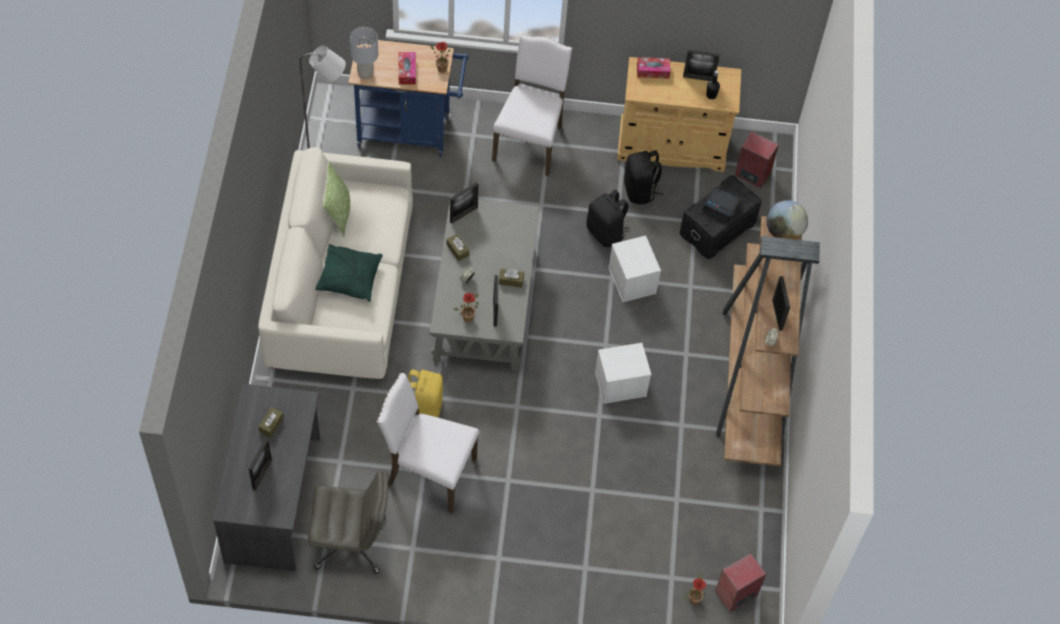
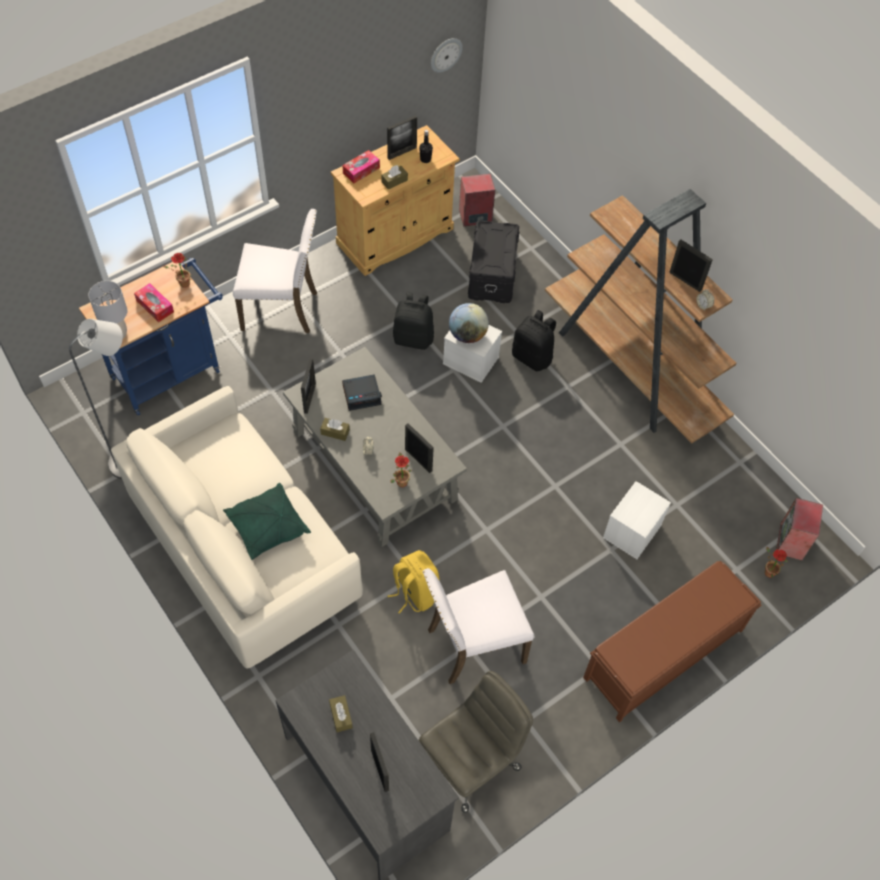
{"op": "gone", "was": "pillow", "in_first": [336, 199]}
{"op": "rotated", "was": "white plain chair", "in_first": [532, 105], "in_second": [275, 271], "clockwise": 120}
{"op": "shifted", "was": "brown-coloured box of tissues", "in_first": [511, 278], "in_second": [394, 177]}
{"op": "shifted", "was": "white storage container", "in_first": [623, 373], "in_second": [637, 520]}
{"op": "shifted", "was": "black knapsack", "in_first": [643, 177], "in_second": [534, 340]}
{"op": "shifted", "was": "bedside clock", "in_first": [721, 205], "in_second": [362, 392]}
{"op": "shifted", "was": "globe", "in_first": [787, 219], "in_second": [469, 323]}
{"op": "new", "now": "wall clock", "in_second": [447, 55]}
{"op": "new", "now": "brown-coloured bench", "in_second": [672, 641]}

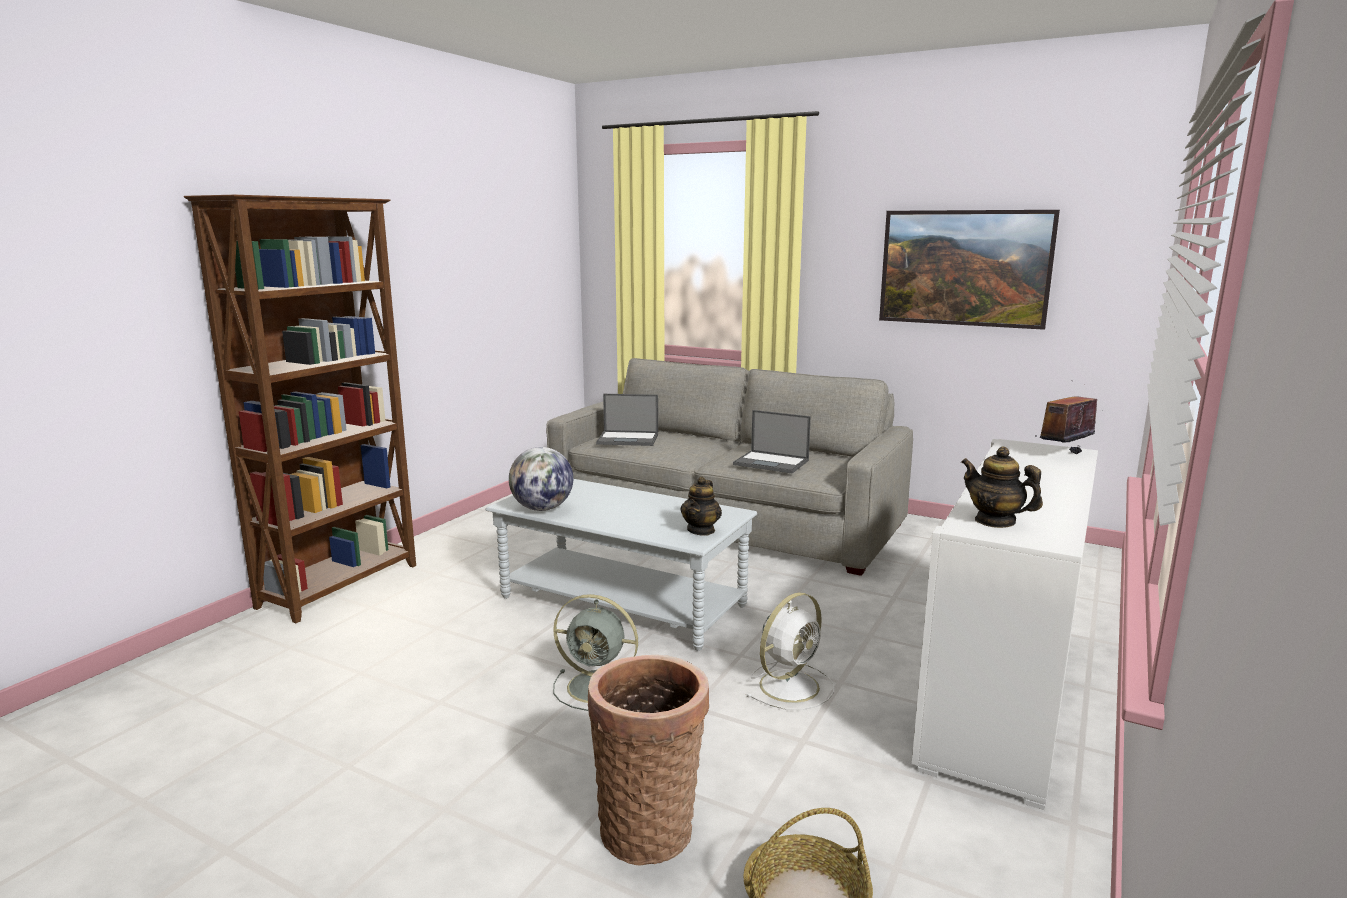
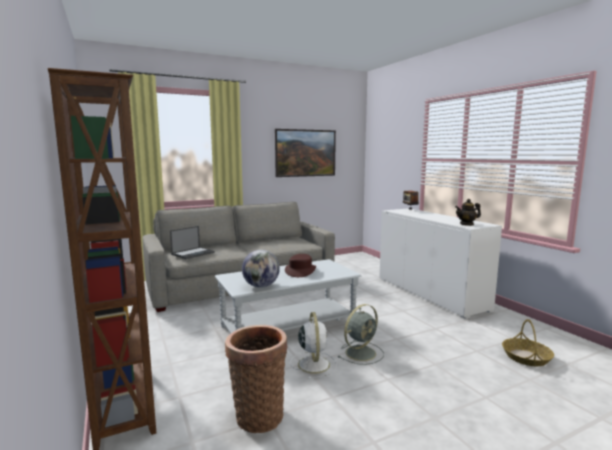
{"op": "shifted", "was": "storage basket", "in_first": [648, 760], "in_second": [256, 379]}
{"op": "gone", "was": "pot for tea", "in_first": [701, 505]}
{"op": "gone", "was": "notebook computer", "in_first": [772, 442]}
{"op": "shifted", "was": "white fan", "in_first": [790, 651], "in_second": [313, 345]}
{"op": "new", "now": "brown-coloured wearable hat", "in_second": [300, 265]}

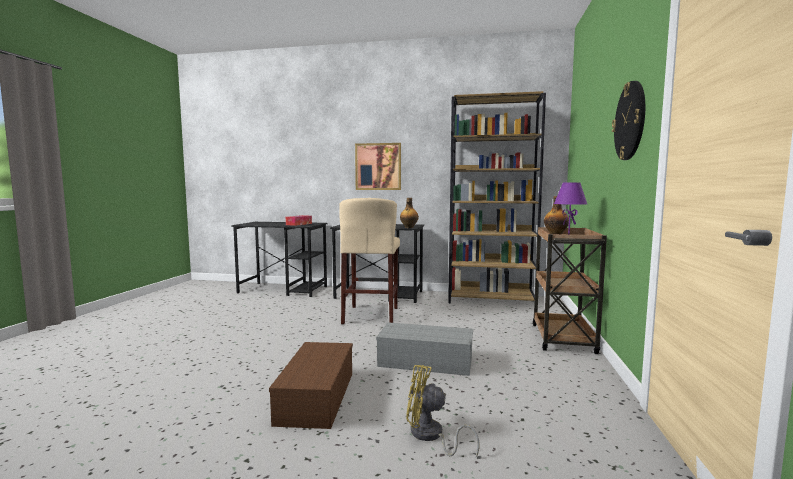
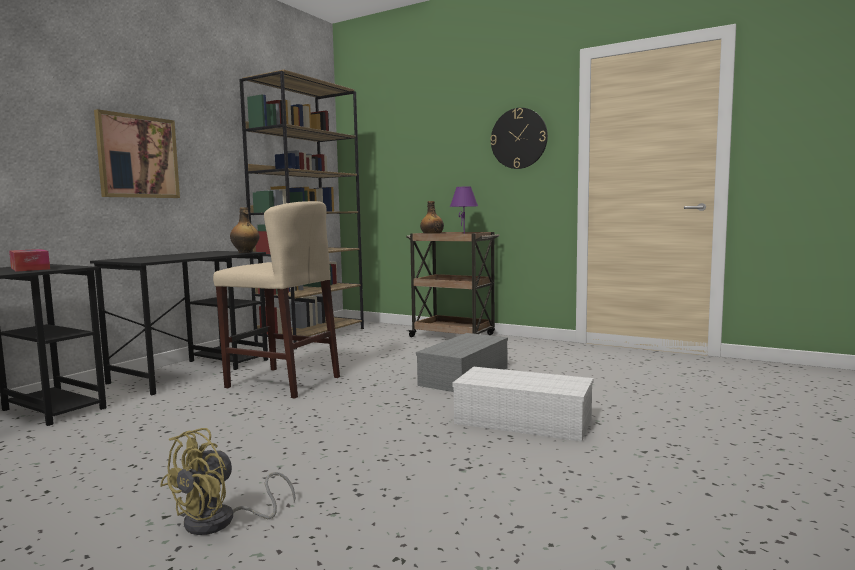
{"op": "repainted", "was": "brown-coloured storage container", "now": "white storage container", "in_first": [311, 385], "in_second": [522, 404]}
{"op": "shifted", "was": "yellow-coloured fan", "in_first": [442, 411], "in_second": [227, 481]}

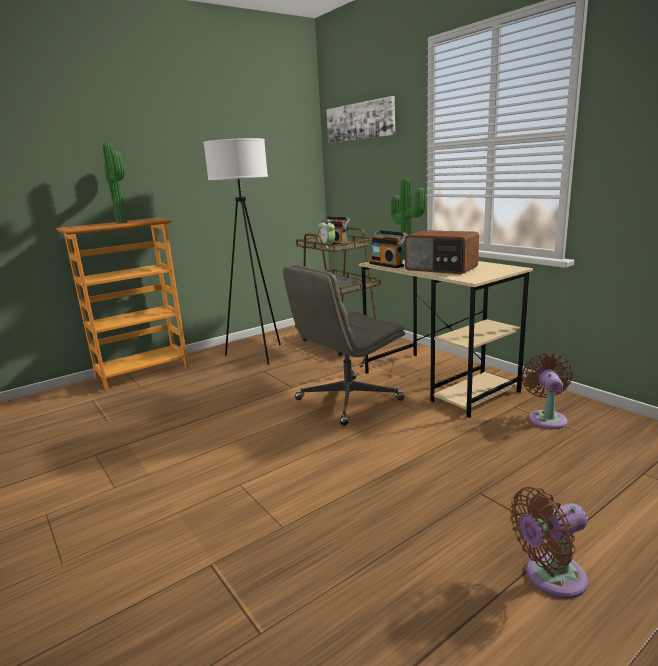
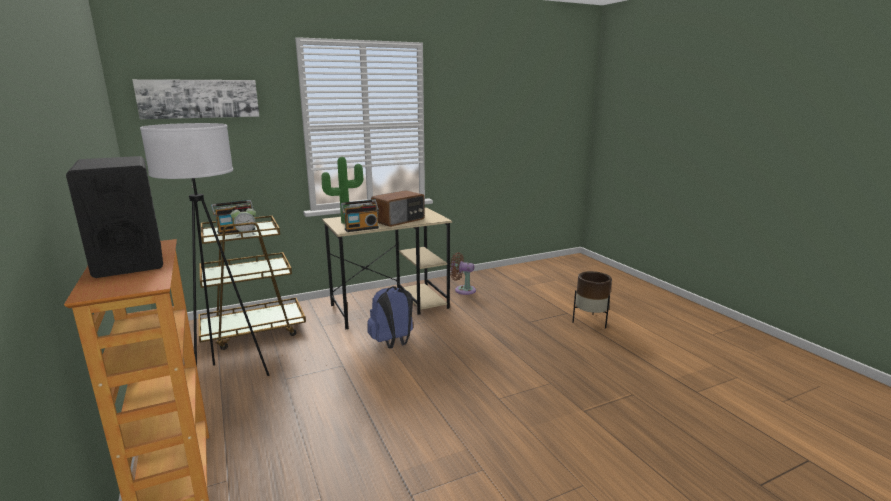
{"op": "swapped", "was": "potted plant", "now": "black speaker", "in_first": [114, 182], "in_second": [114, 217]}
{"op": "swapped", "was": "greyish desk chair", "now": "bluish knapsack", "in_first": [344, 345], "in_second": [390, 317]}
{"op": "swapped", "was": "brown-coloured fan", "now": "brown-coloured plant pot", "in_first": [549, 543], "in_second": [592, 300]}

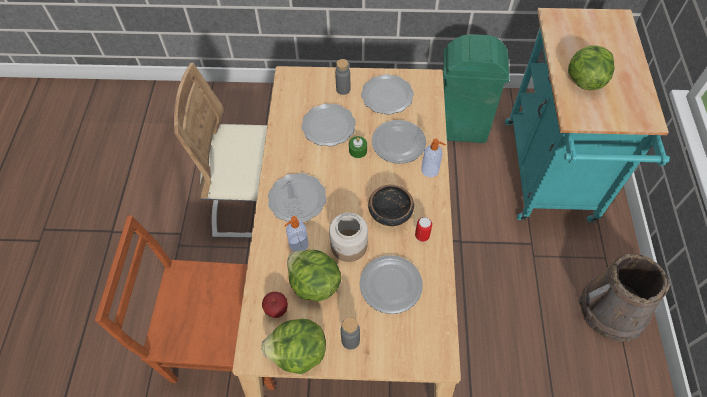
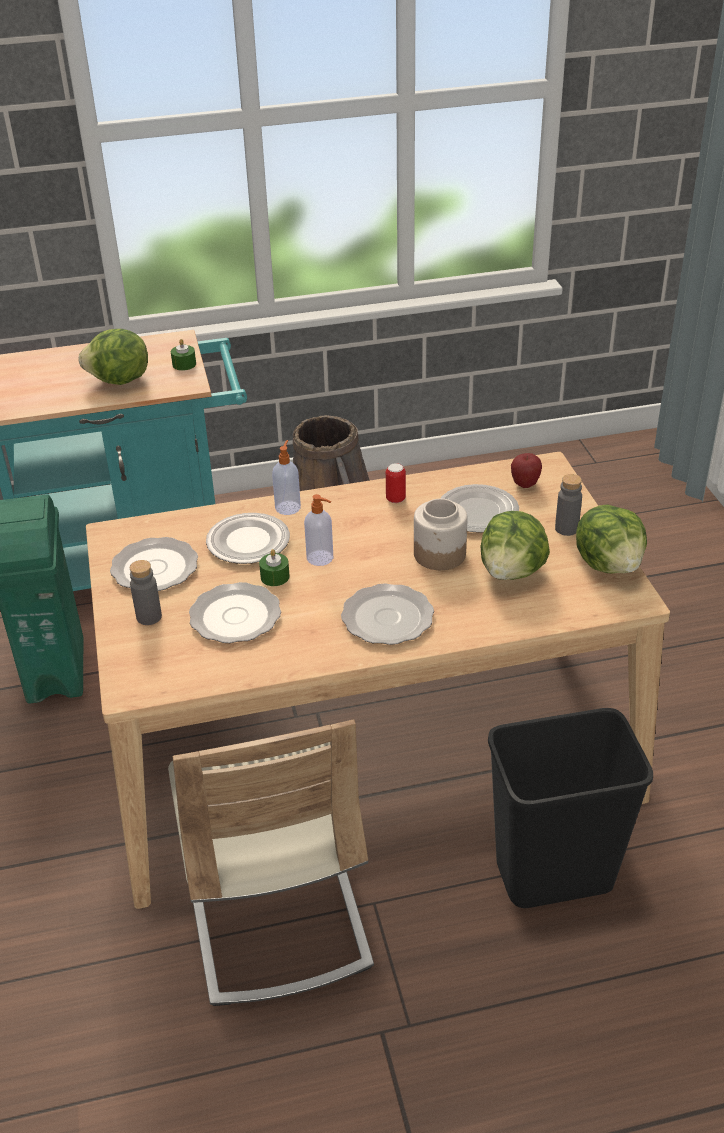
{"op": "swapped", "was": "brown-coloured plain chair", "now": "black trash can", "in_first": [185, 302], "in_second": [570, 808]}
{"op": "shifted", "was": "apple", "in_first": [275, 304], "in_second": [526, 470]}
{"op": "shifted", "was": "soap dispenser", "in_first": [296, 234], "in_second": [318, 530]}
{"op": "gone", "was": "bowl", "in_first": [391, 205]}
{"op": "new", "now": "green wax light", "in_second": [183, 355]}

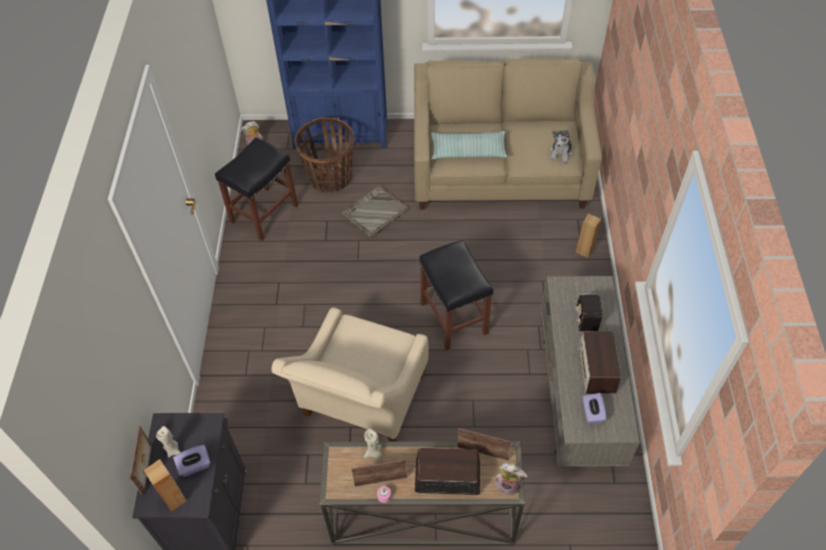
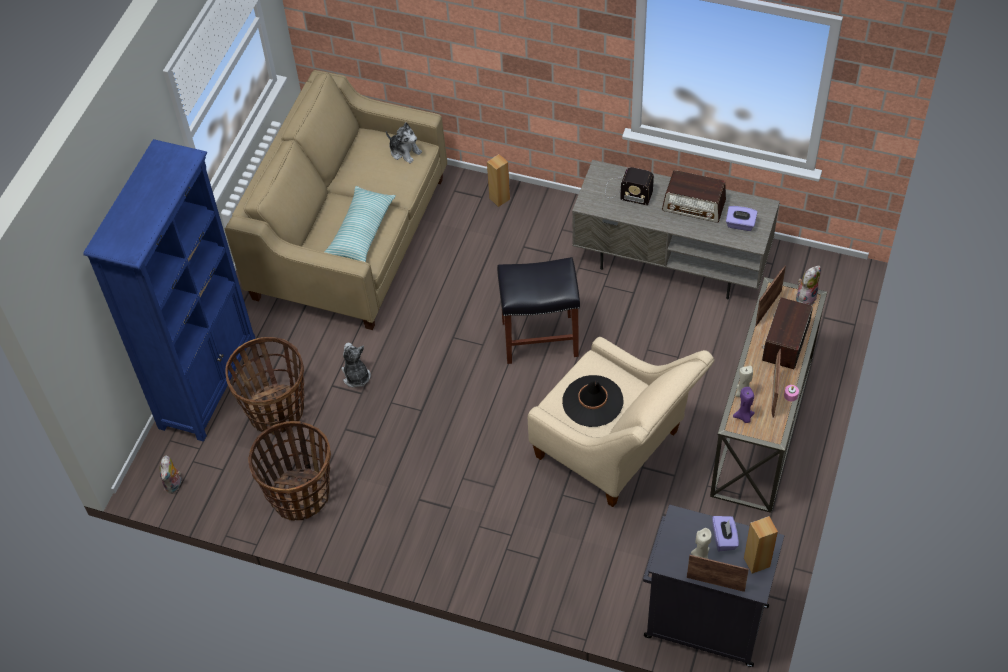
{"op": "swapped", "was": "black sitting stool", "now": "storage basket", "in_first": [256, 189], "in_second": [289, 471]}
{"op": "swapped", "was": "greyish carrying tray", "now": "plush toy", "in_first": [375, 212], "in_second": [356, 365]}
{"op": "new", "now": "black wearable hat", "in_second": [593, 401]}
{"op": "new", "now": "purplish wax light", "in_second": [744, 405]}

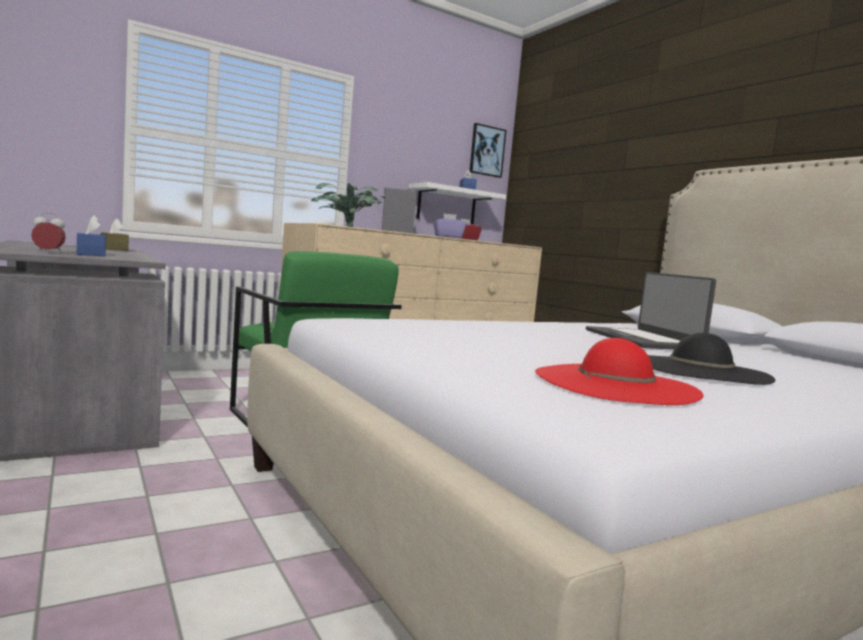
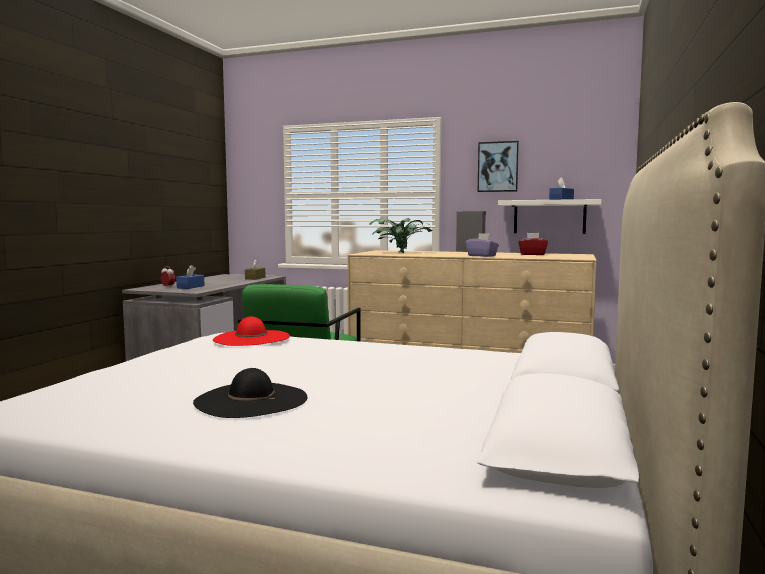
{"op": "shifted", "was": "wall art", "in_first": [488, 150], "in_second": [498, 166]}
{"op": "shifted", "was": "red-coloured wearable hat", "in_first": [619, 371], "in_second": [251, 331]}
{"op": "gone", "was": "notebook computer", "in_first": [651, 311]}

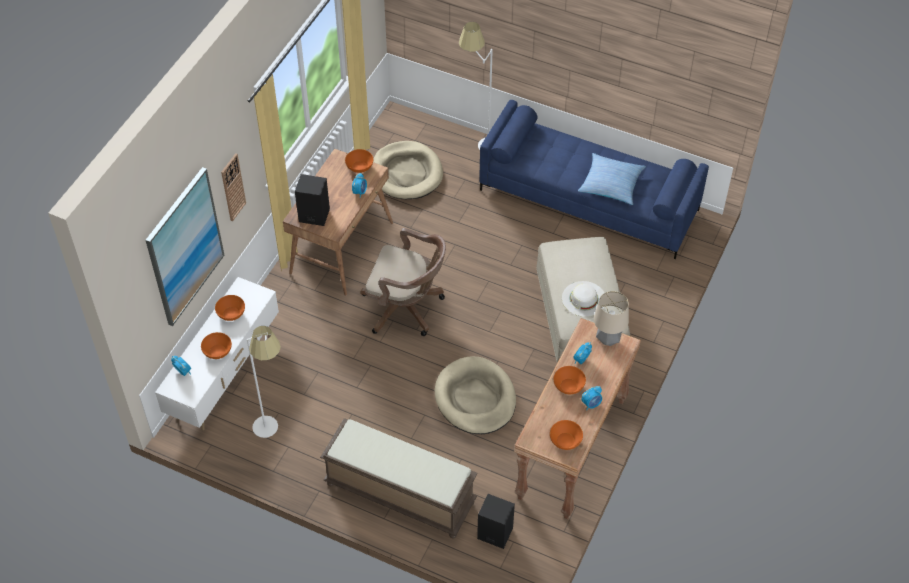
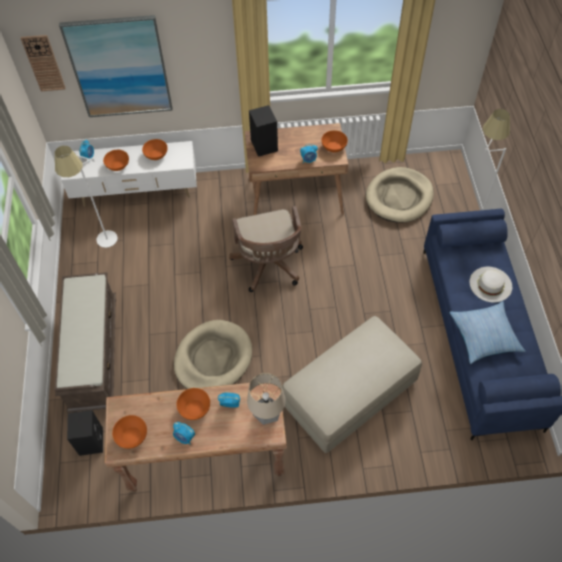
{"op": "shifted", "was": "wall clock", "in_first": [233, 187], "in_second": [43, 63]}
{"op": "shifted", "was": "white wearable hat", "in_first": [583, 299], "in_second": [491, 284]}

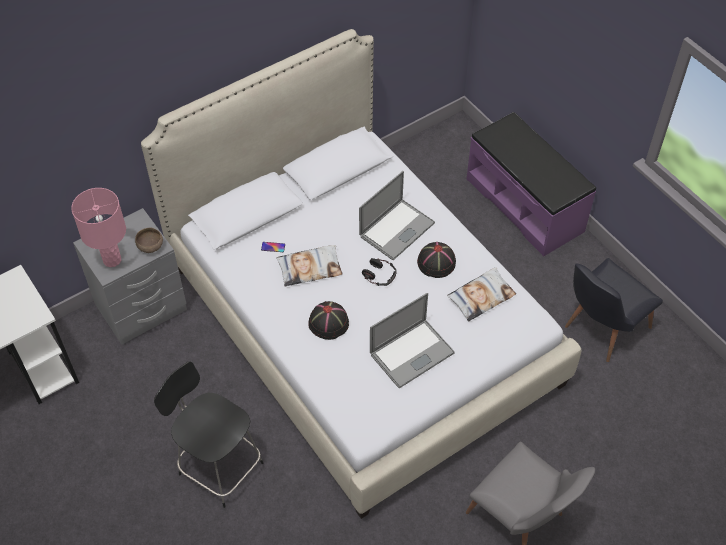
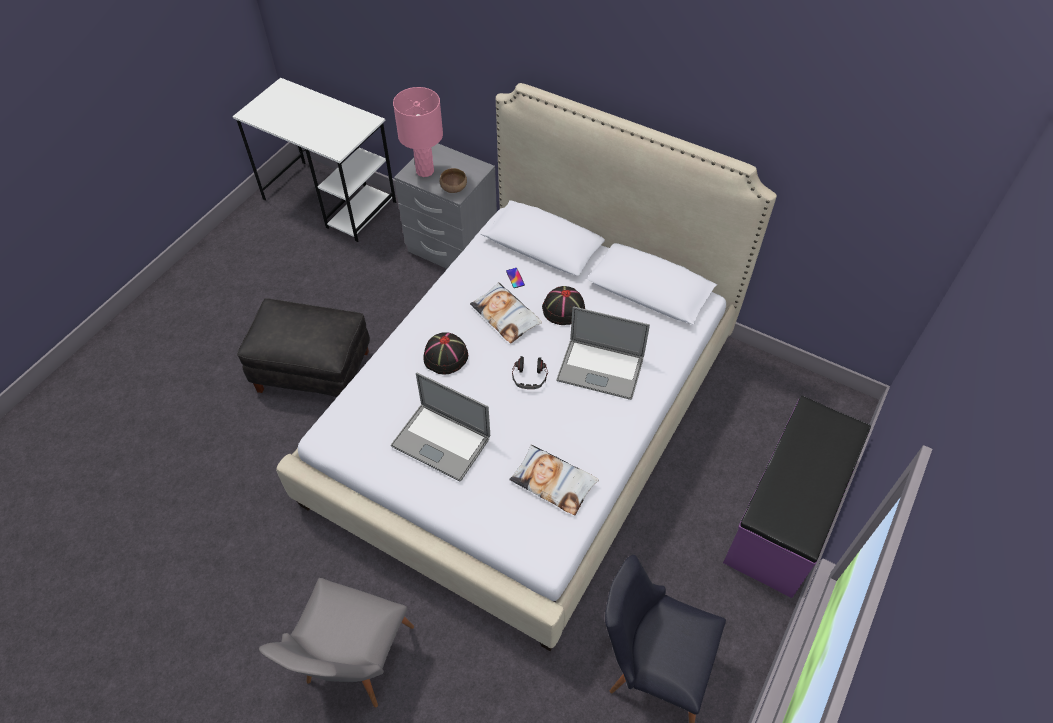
{"op": "swapped", "was": "black plain chair", "now": "black ottoman", "in_first": [208, 434], "in_second": [303, 348]}
{"op": "shifted", "was": "black wearable hat", "in_first": [436, 260], "in_second": [563, 305]}

